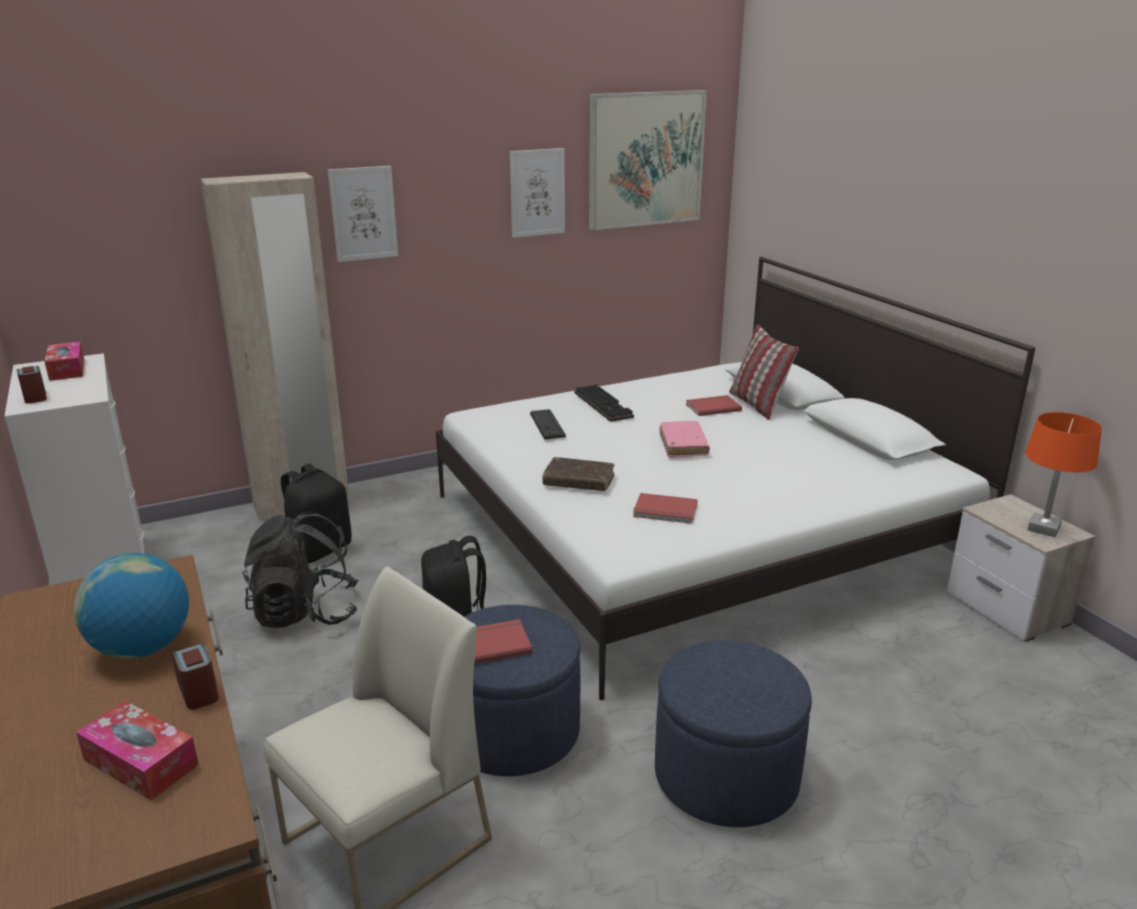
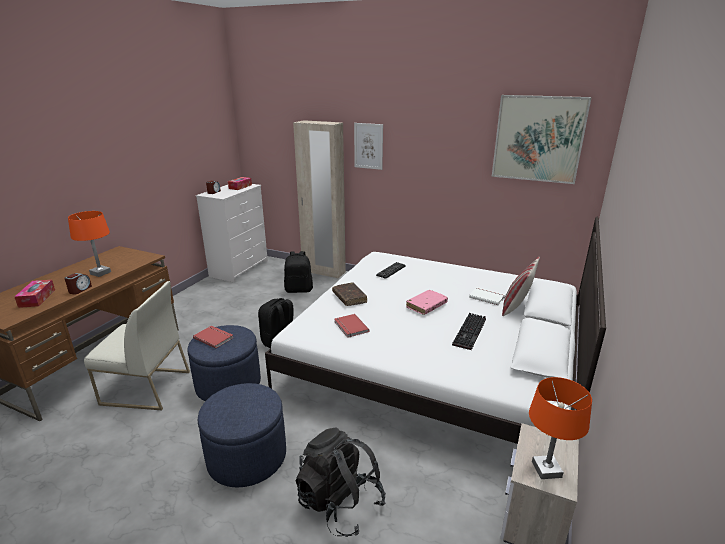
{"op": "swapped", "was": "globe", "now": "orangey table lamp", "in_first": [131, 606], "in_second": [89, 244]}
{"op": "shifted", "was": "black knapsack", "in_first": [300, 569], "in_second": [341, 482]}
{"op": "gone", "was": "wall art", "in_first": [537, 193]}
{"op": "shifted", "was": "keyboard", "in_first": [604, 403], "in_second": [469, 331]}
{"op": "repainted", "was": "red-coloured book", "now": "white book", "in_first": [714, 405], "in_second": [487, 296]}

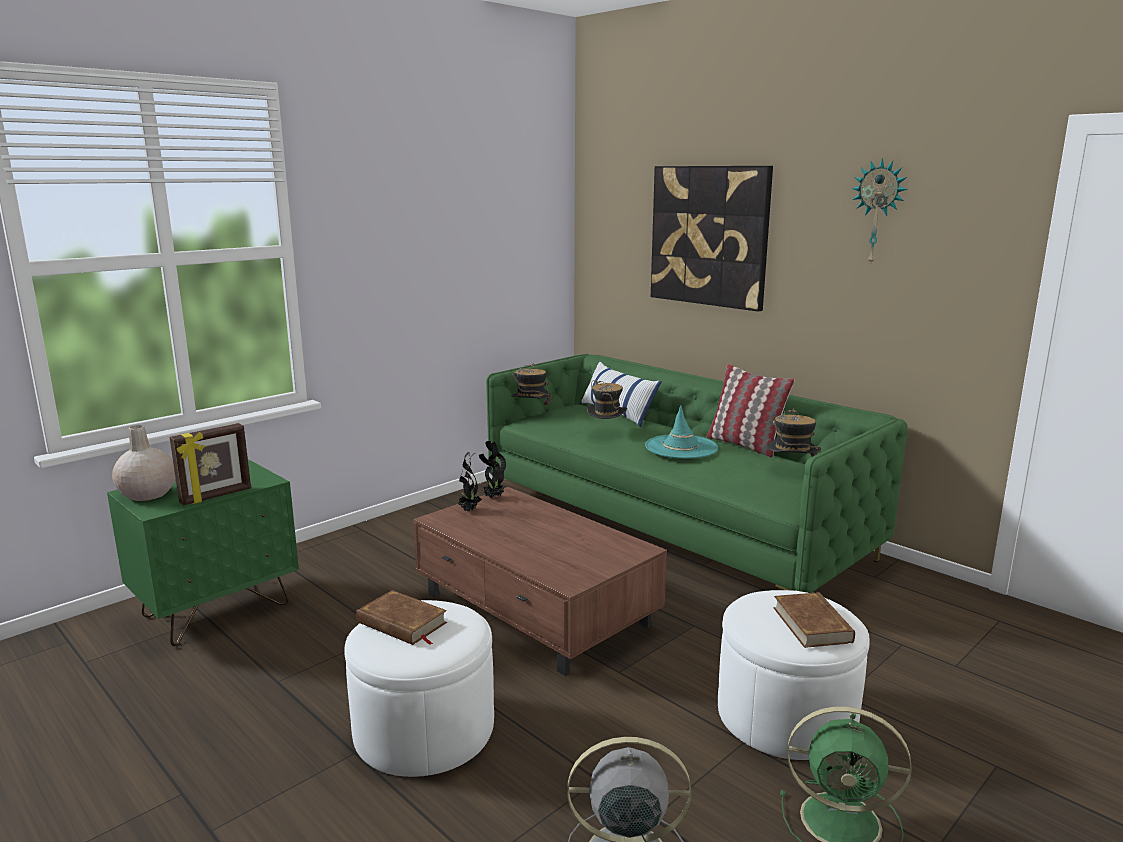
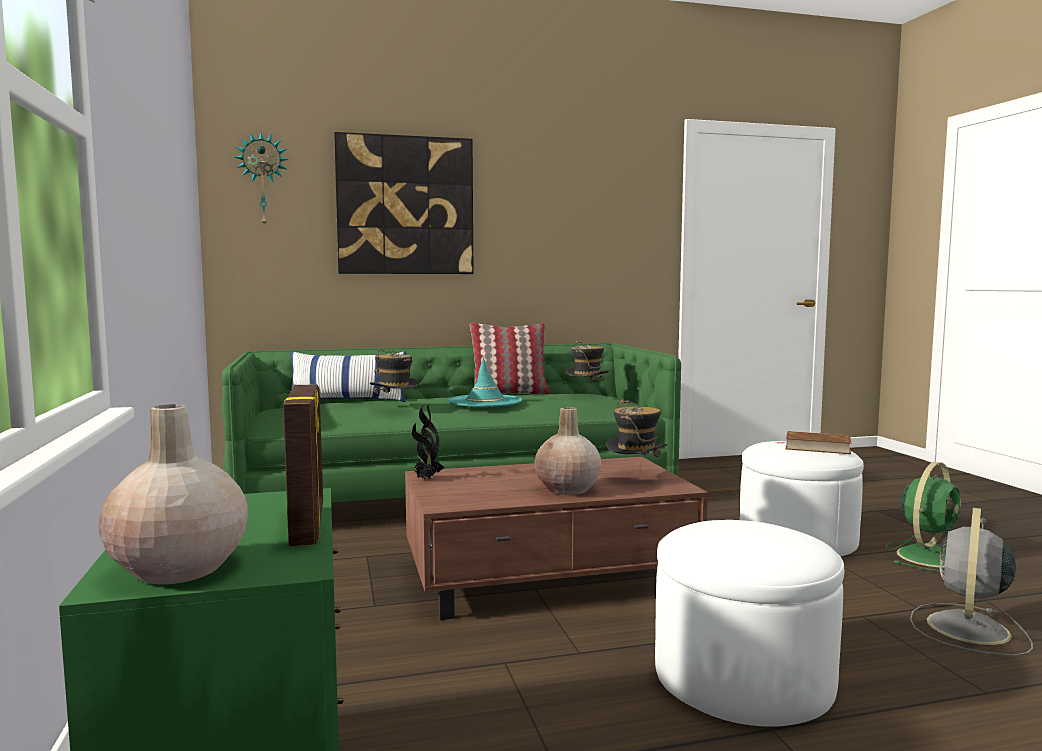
{"op": "gone", "was": "brown-coloured book", "in_first": [401, 617]}
{"op": "gone", "was": "potted plant", "in_first": [470, 481]}
{"op": "shifted", "was": "wearable hat", "in_first": [531, 388], "in_second": [637, 434]}
{"op": "shifted", "was": "wall clock", "in_first": [879, 212], "in_second": [261, 179]}
{"op": "new", "now": "sand-coloured decorative vase", "in_second": [568, 451]}

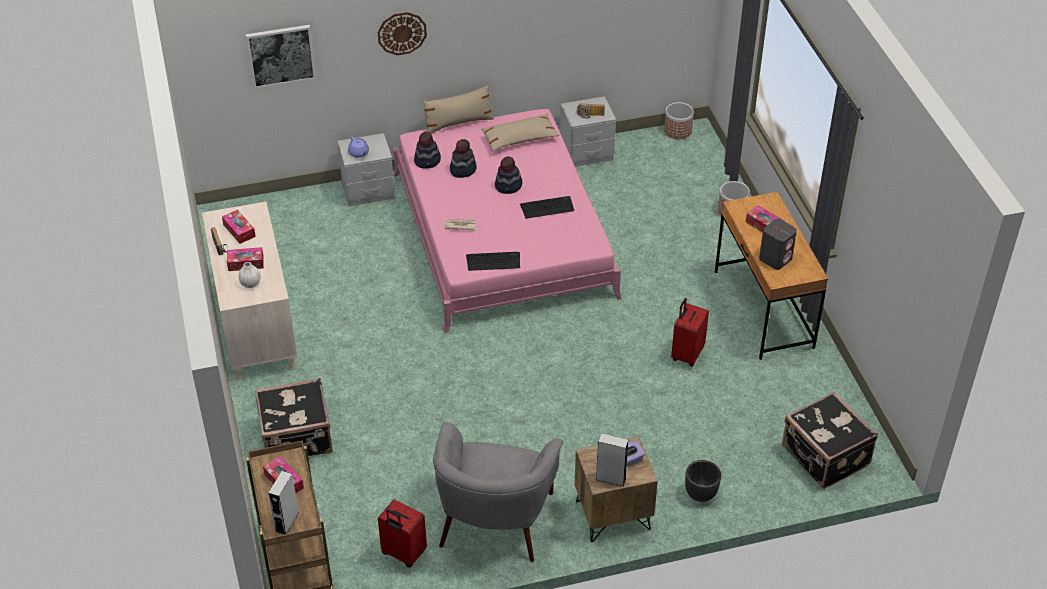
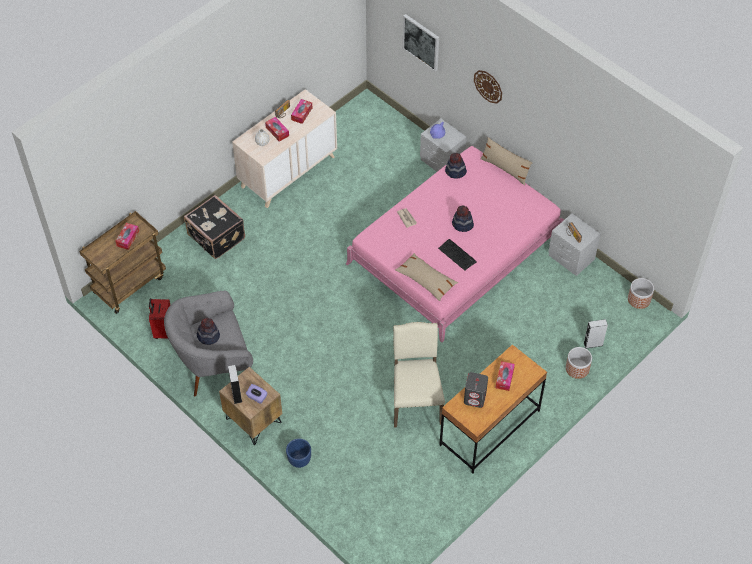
{"op": "shifted", "was": "greyish speaker", "in_first": [283, 503], "in_second": [596, 334]}
{"op": "shifted", "was": "wearable hat", "in_first": [463, 158], "in_second": [208, 331]}
{"op": "gone", "was": "keyboard", "in_first": [493, 261]}
{"op": "shifted", "was": "sand-coloured pillow", "in_first": [520, 132], "in_second": [426, 277]}
{"op": "swapped", "was": "red-coloured travel case", "now": "sand-coloured plain chair", "in_first": [690, 332], "in_second": [419, 375]}
{"op": "repainted", "was": "black plant pot", "now": "bluish plant pot", "in_first": [703, 481], "in_second": [298, 453]}
{"op": "gone", "was": "black travel case", "in_first": [830, 440]}

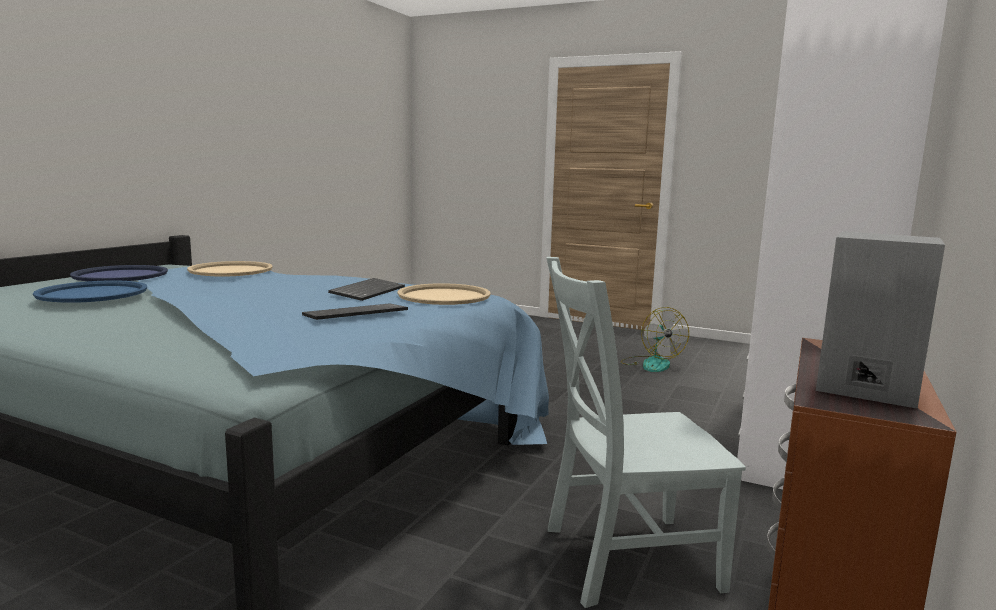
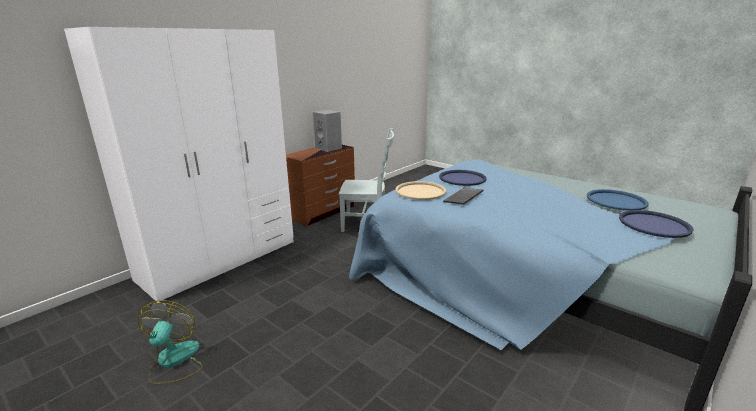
{"op": "gone", "was": "sand-coloured carrying tray", "in_first": [230, 269]}
{"op": "swapped", "was": "keyboard", "now": "bluish carrying tray", "in_first": [355, 311], "in_second": [463, 178]}

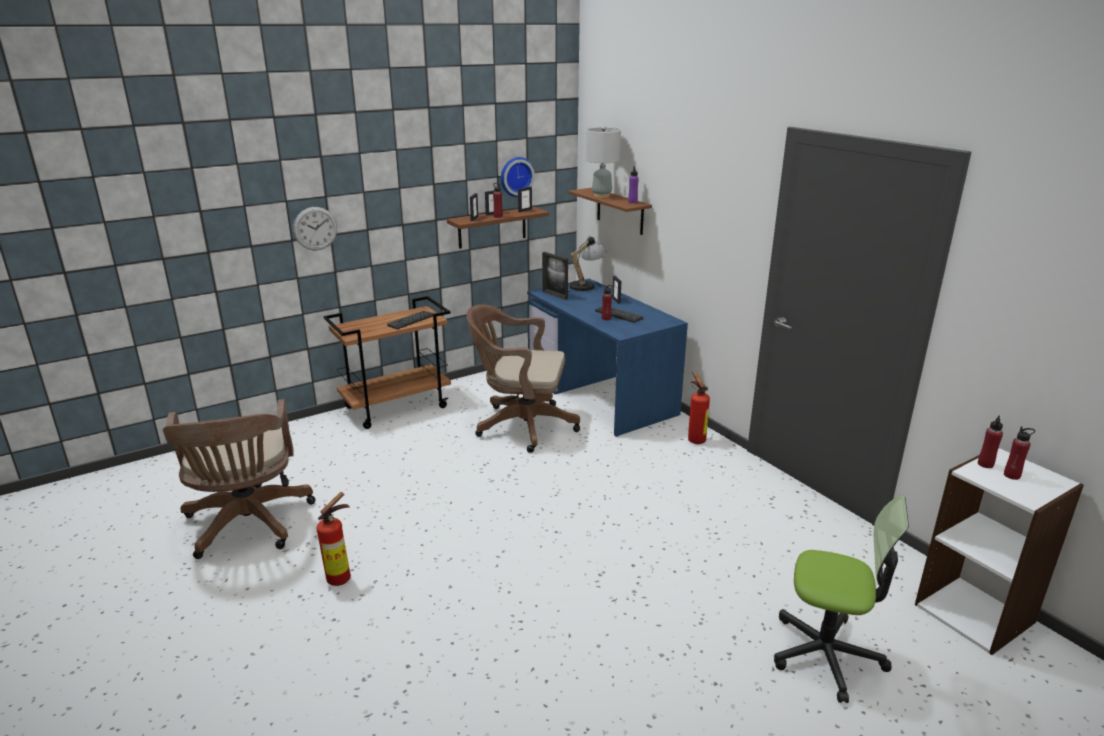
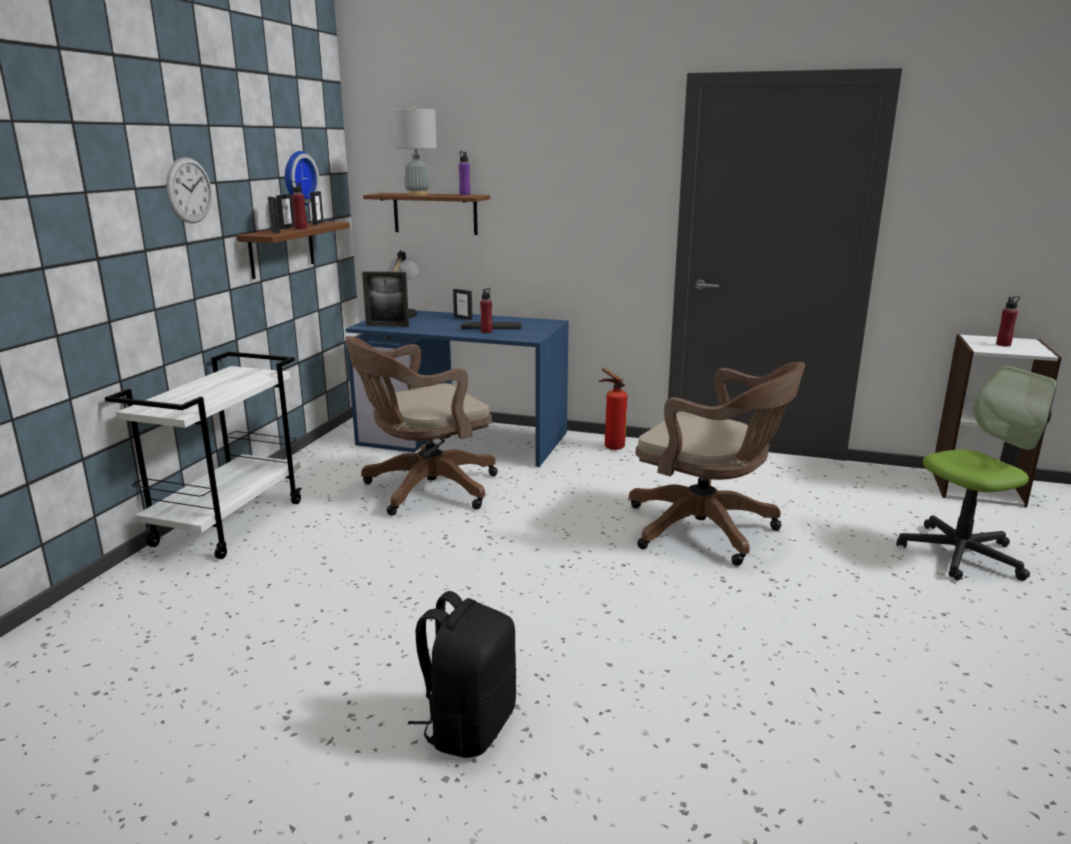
{"op": "shifted", "was": "brown-coloured desk chair", "in_first": [239, 479], "in_second": [717, 464]}
{"op": "shifted", "was": "wall clock", "in_first": [315, 228], "in_second": [189, 190]}
{"op": "swapped", "was": "fire extinguisher", "now": "black knapsack", "in_first": [333, 539], "in_second": [462, 674]}
{"op": "repainted", "was": "brown-coloured wheeled cart", "now": "white wheeled cart", "in_first": [387, 362], "in_second": [203, 455]}
{"op": "gone", "was": "keyboard", "in_first": [410, 320]}
{"op": "gone", "was": "red-coloured bottle", "in_first": [990, 441]}

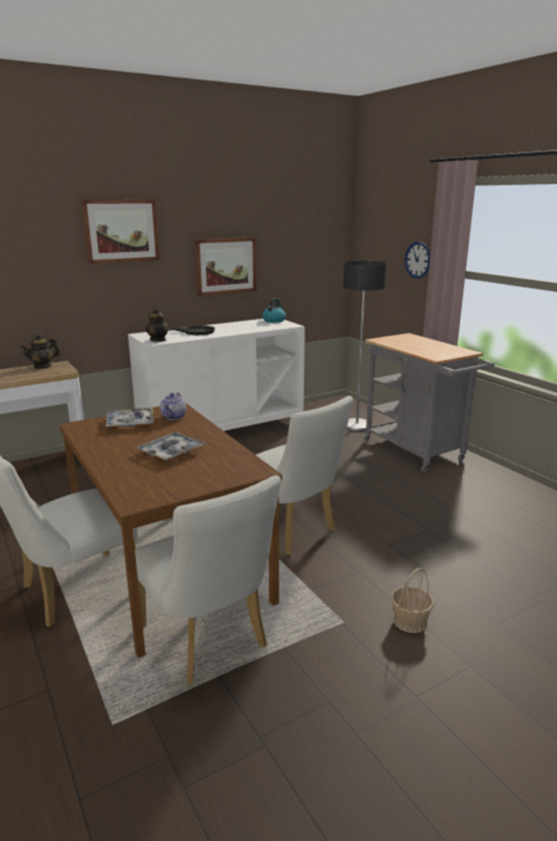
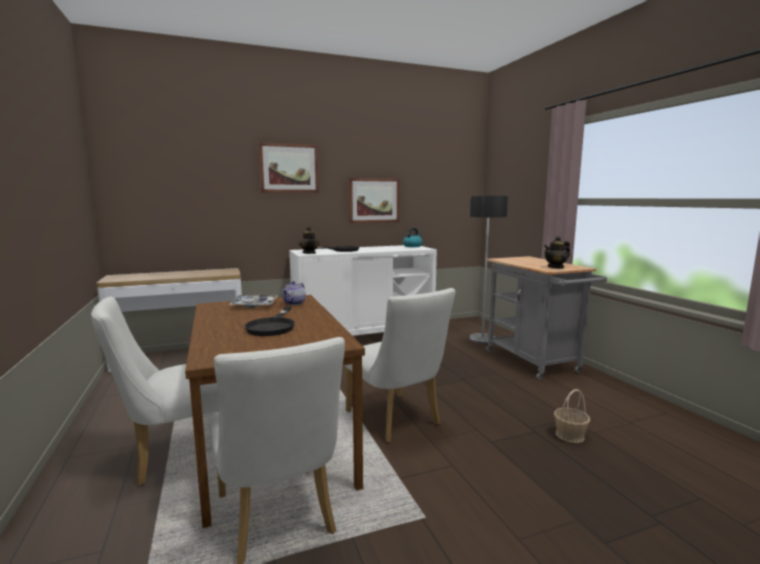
{"op": "shifted", "was": "pot for tea", "in_first": [40, 351], "in_second": [557, 252]}
{"op": "swapped", "was": "carrying tray", "now": "black skillet", "in_first": [171, 446], "in_second": [269, 321]}
{"op": "shifted", "was": "storage basket", "in_first": [412, 600], "in_second": [572, 416]}
{"op": "gone", "was": "wall clock", "in_first": [417, 260]}

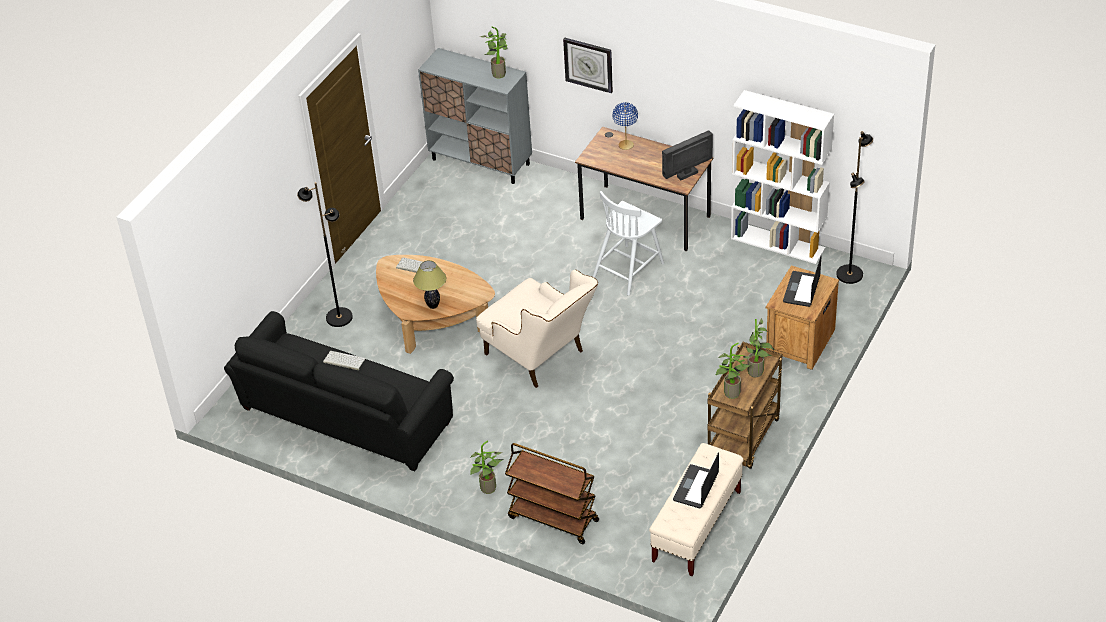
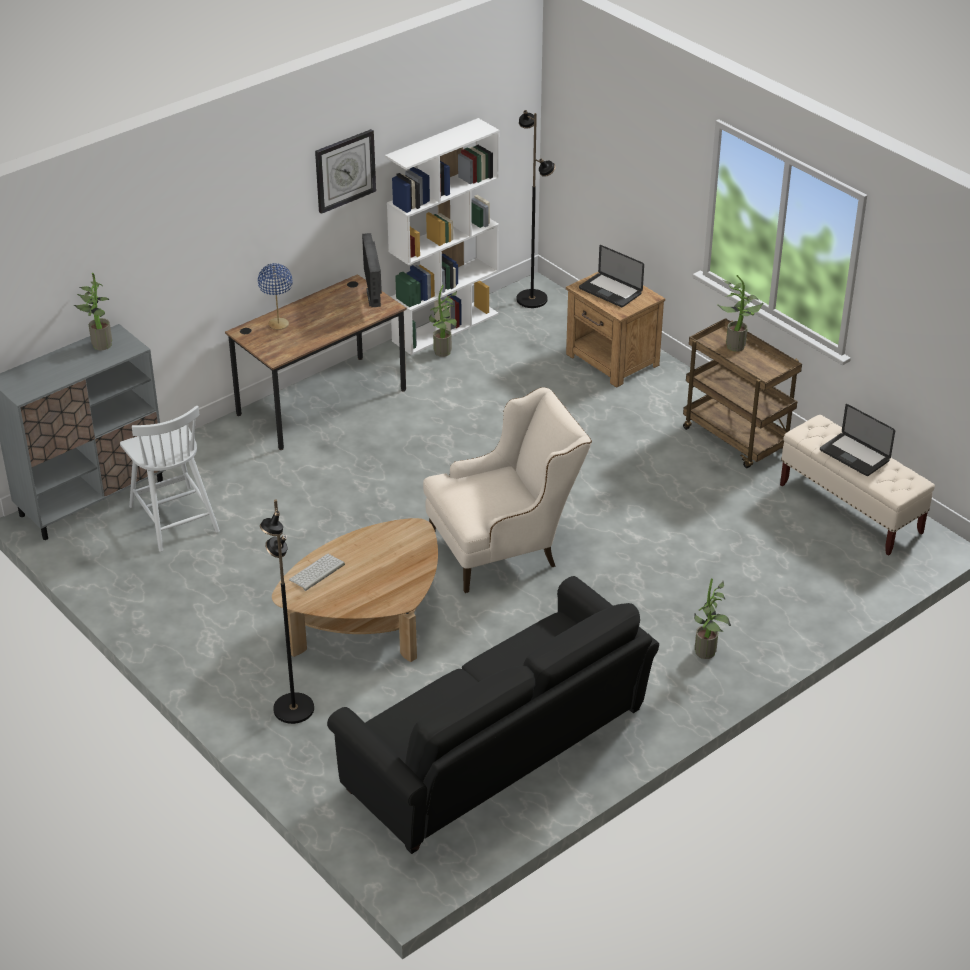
{"op": "gone", "was": "keyboard", "in_first": [344, 360]}
{"op": "gone", "was": "table lamp", "in_first": [429, 284]}
{"op": "gone", "was": "brown-coloured wheeled cart", "in_first": [552, 493]}
{"op": "shifted", "was": "wall clock", "in_first": [588, 65], "in_second": [345, 171]}
{"op": "shifted", "was": "white plain chair", "in_first": [628, 243], "in_second": [170, 478]}
{"op": "shifted", "was": "potted plant", "in_first": [733, 371], "in_second": [443, 321]}

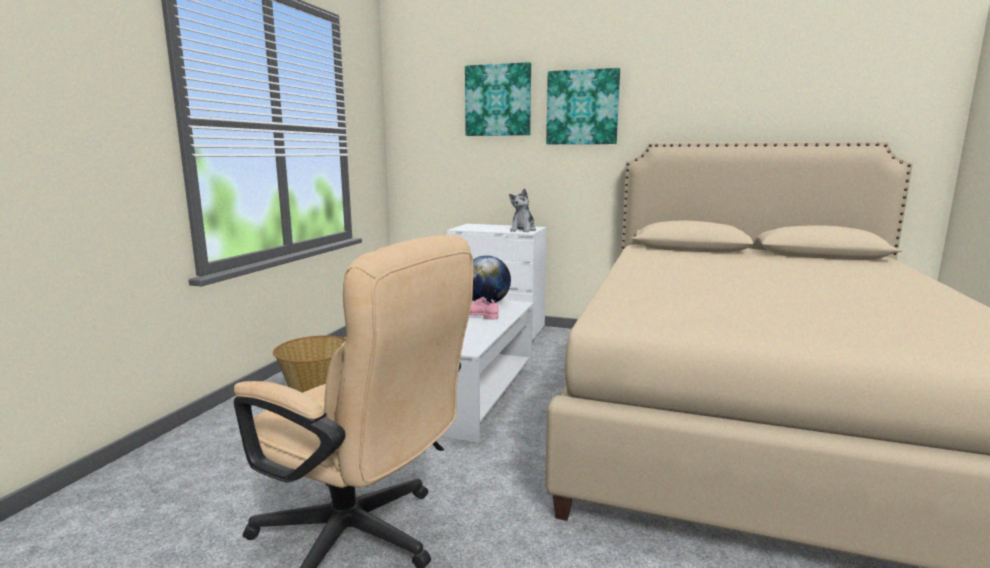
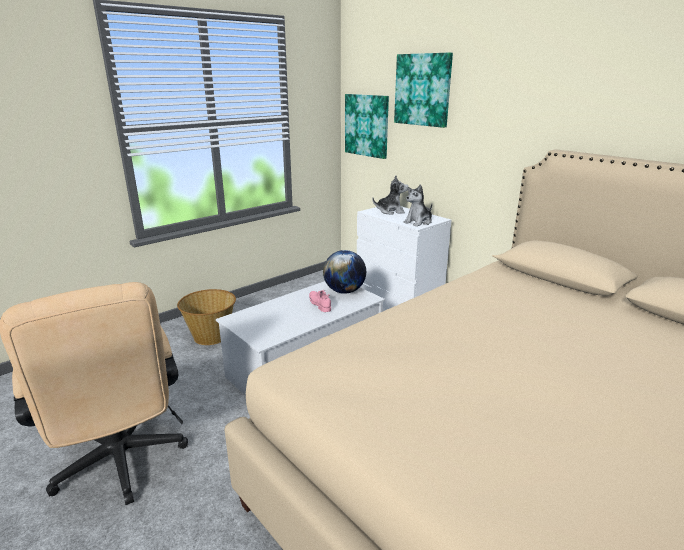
{"op": "shifted", "was": "wall art", "in_first": [583, 106], "in_second": [367, 126]}
{"op": "new", "now": "plush toy", "in_second": [390, 195]}

